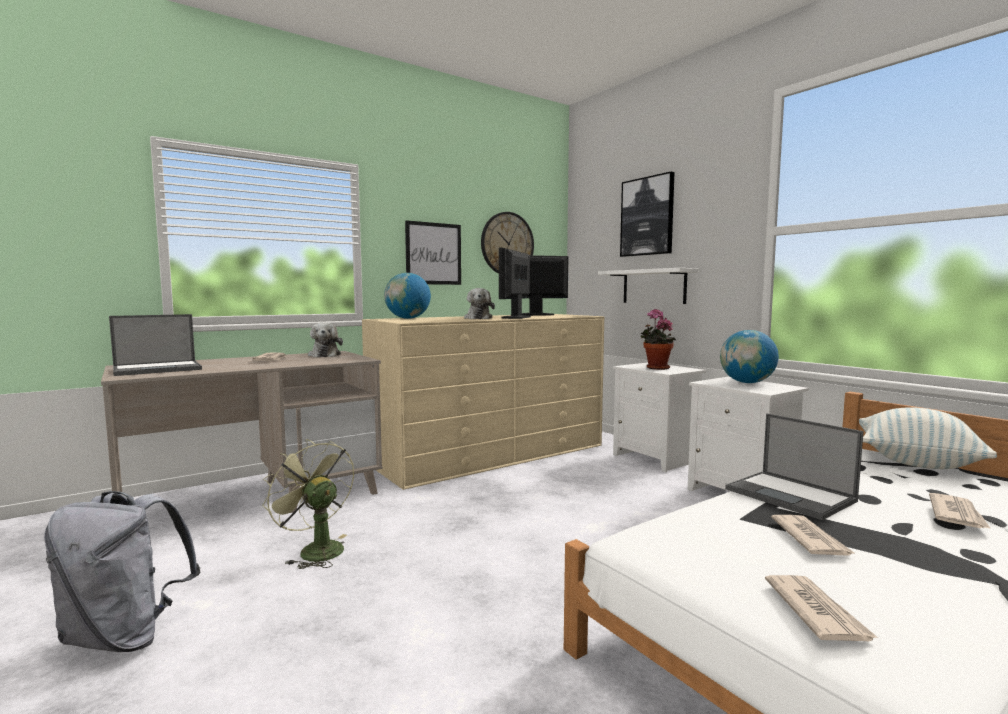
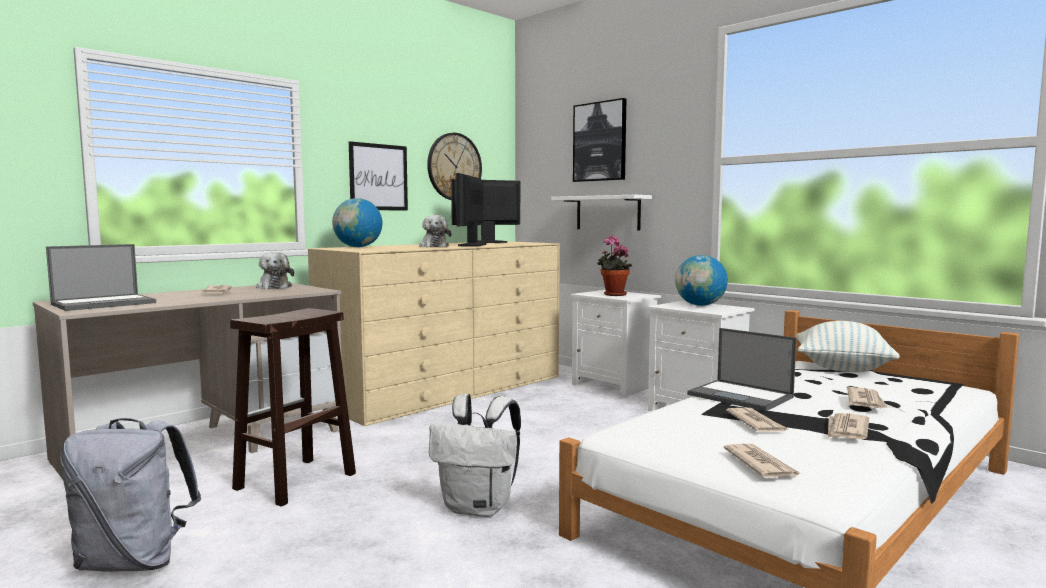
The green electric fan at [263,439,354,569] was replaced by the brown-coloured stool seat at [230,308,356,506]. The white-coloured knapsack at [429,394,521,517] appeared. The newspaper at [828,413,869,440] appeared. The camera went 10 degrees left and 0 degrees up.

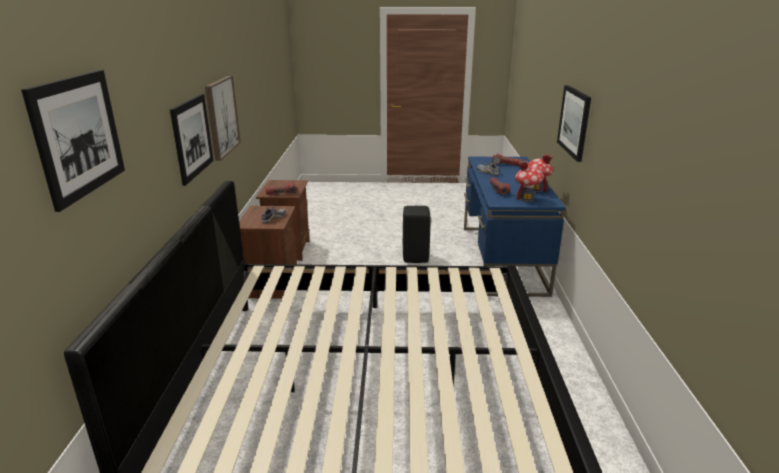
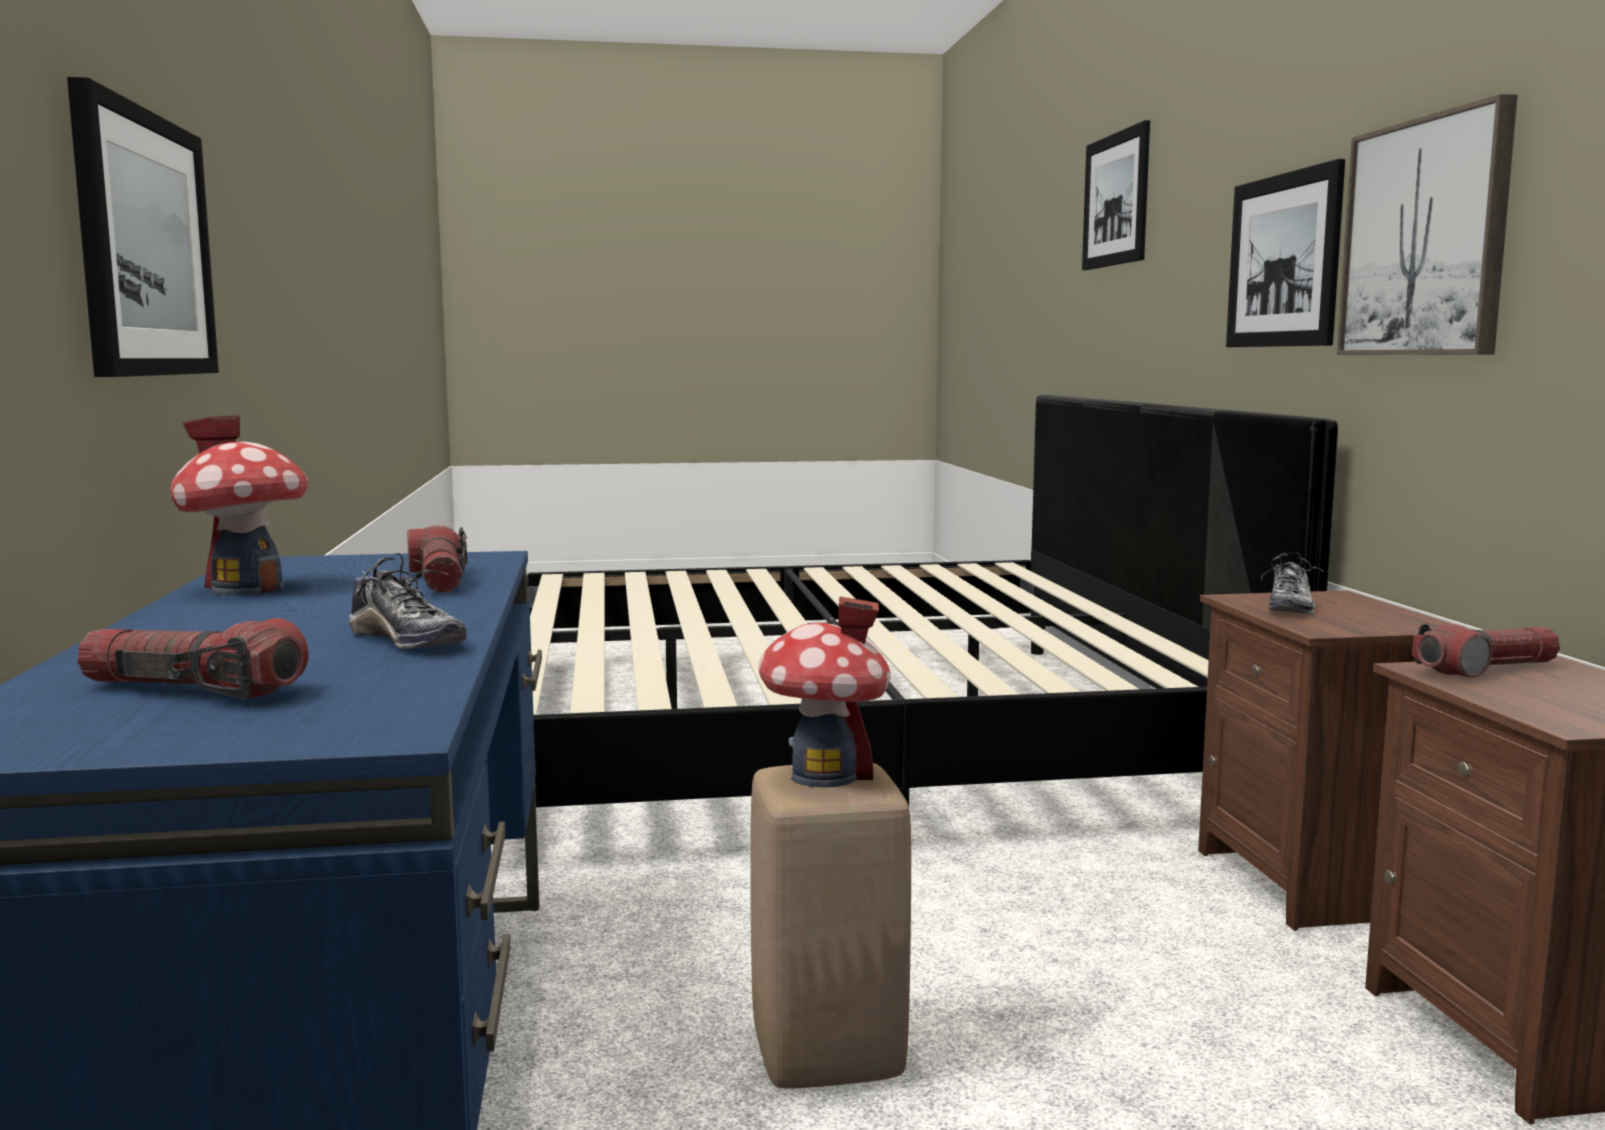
The toy house moved from [515,161,544,202] to [758,596,891,787]. The blackish stool seat at [403,206,430,263] became the sand-coloured stool seat at [750,763,911,1089]. The camera went 170 degrees right and 15 degrees down.

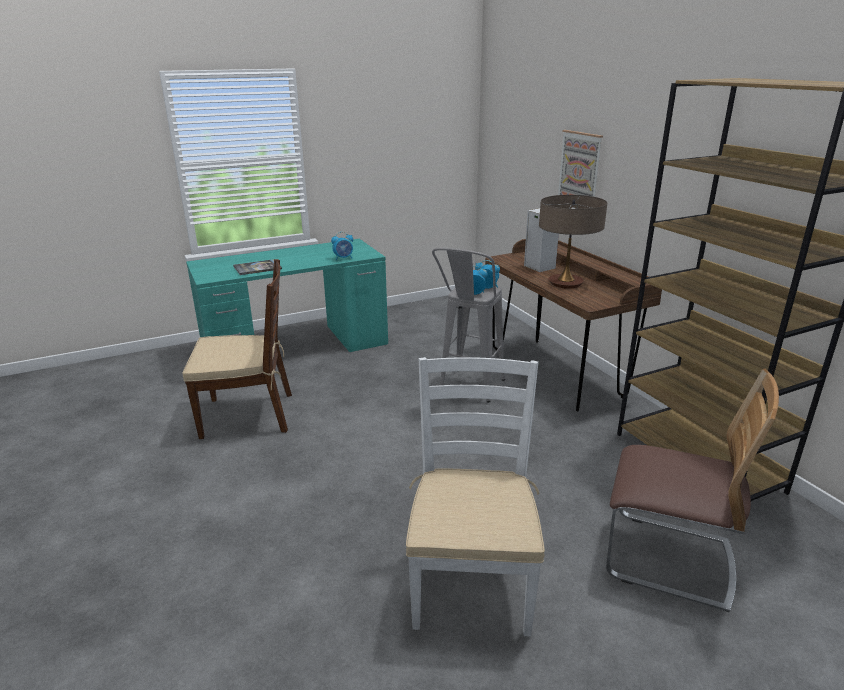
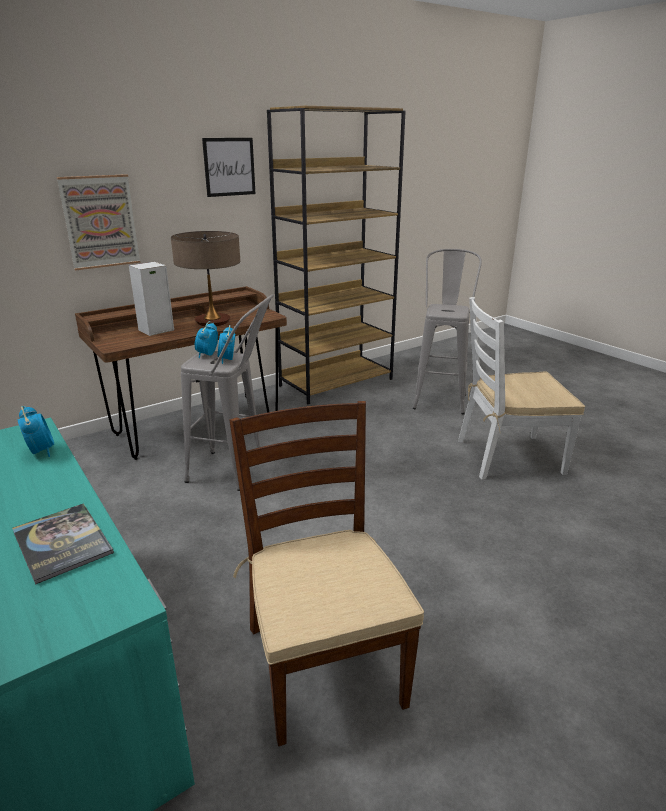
The upright chair at [606,368,779,612] was replaced by the grey stool seat at [413,249,482,414]. The wall picture at [202,138,255,197] appeared. The camera went 100 degrees left and 0 degrees up.

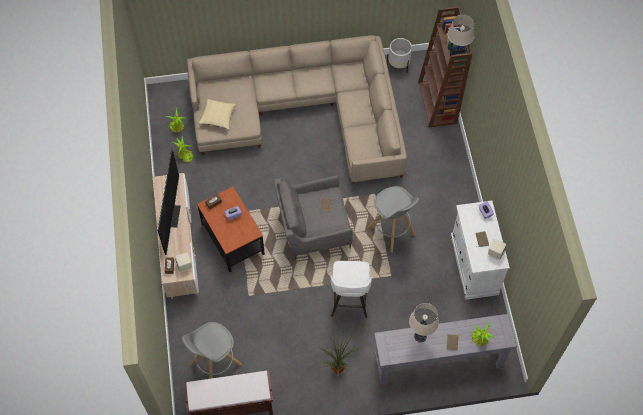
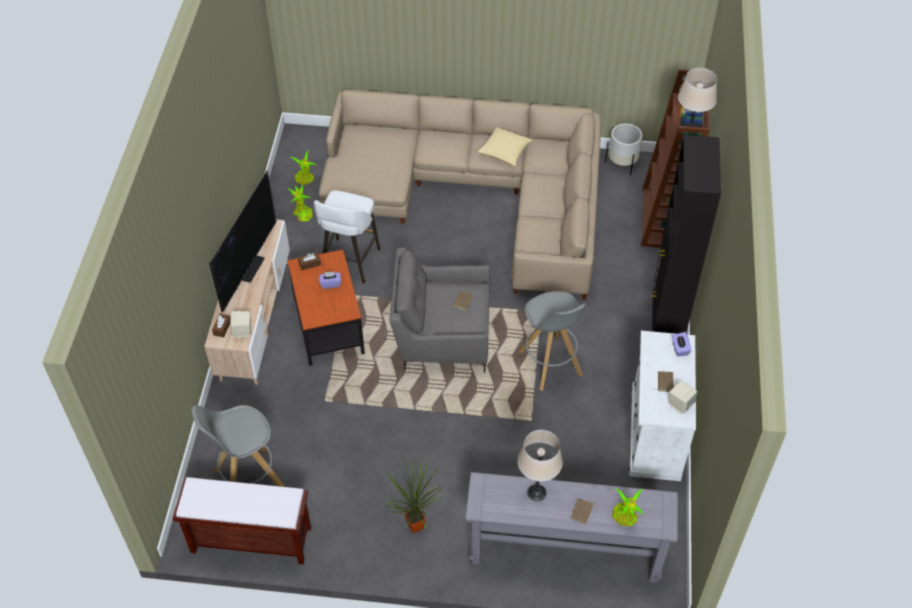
The pillow moved from [199,99,237,129] to [477,128,533,166]. The white-coloured stool seat moved from [330,261,372,318] to [314,190,380,283]. The blackish cupboard at [652,135,721,334] appeared. The camera went 15 degrees right and 10 degrees down.

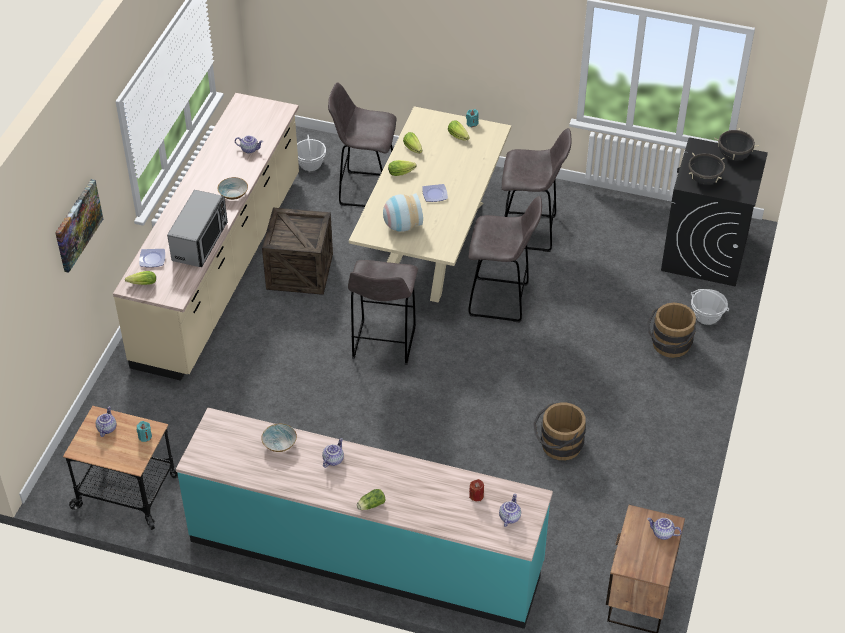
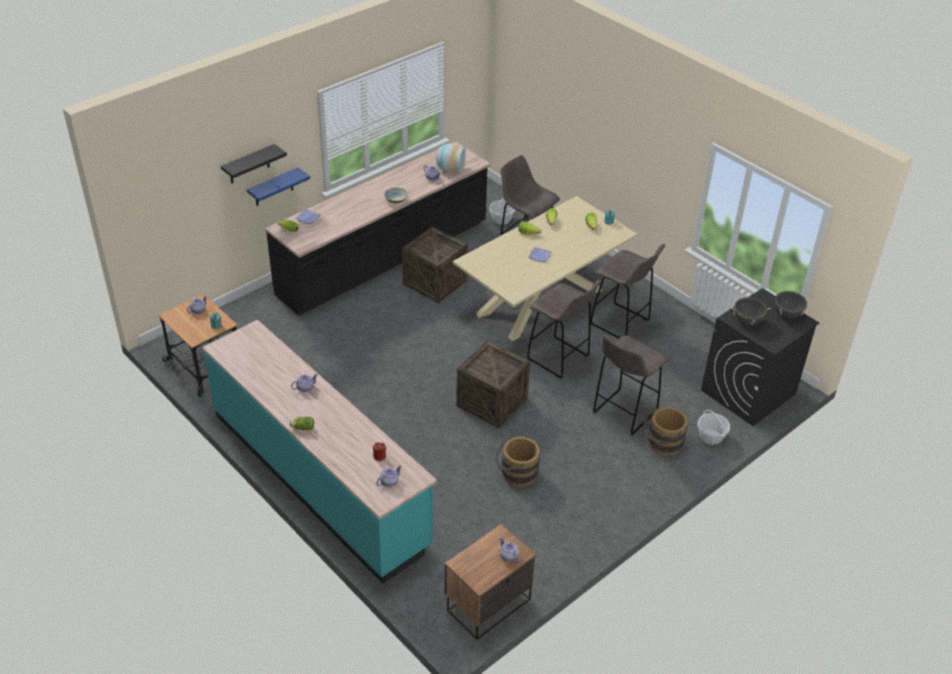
The sand-coloured kitchen base unit at [113,93,299,381] became the blackish kitchen base unit at [265,142,490,316]. The wall picture at [55,179,103,273] was replaced by the blackish bracket shelf at [221,144,287,183]. The kitchen microwave at [167,190,228,267] disappeared. The flower vase moved from [383,193,423,232] to [436,144,466,172]. The grey stool seat moved from [348,260,418,365] to [593,335,669,436]. The serving bowl at [261,424,297,452] disappeared. The blue-coloured bracket shelf at [247,168,310,206] appeared. The shipping crate at [456,340,530,428] appeared. The camera went 30 degrees right and 5 degrees down.

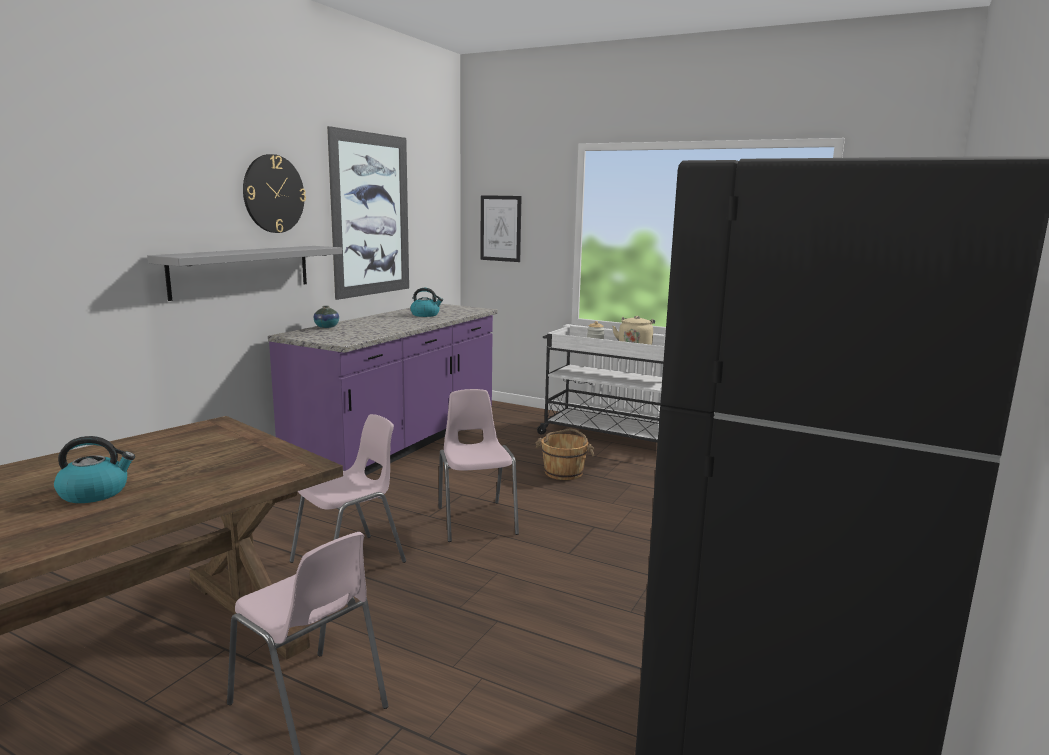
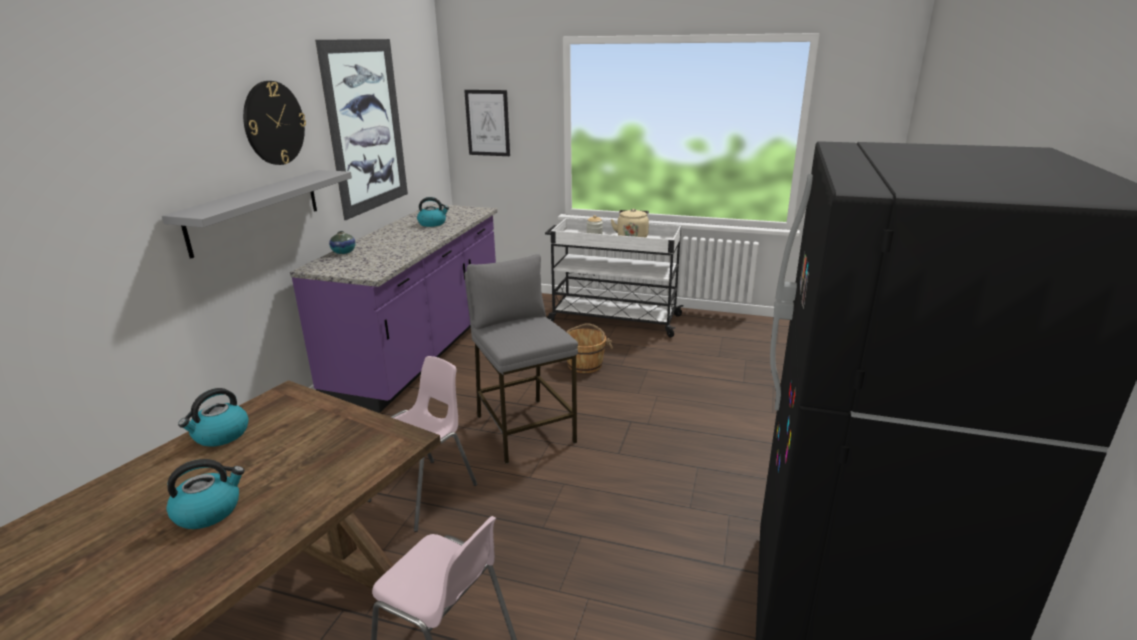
The pinkish upright chair at [438,389,519,542] was replaced by the grey stool seat at [465,254,578,464]. The tea kettle at [178,388,249,447] appeared. The camera went 10 degrees left and 10 degrees up.

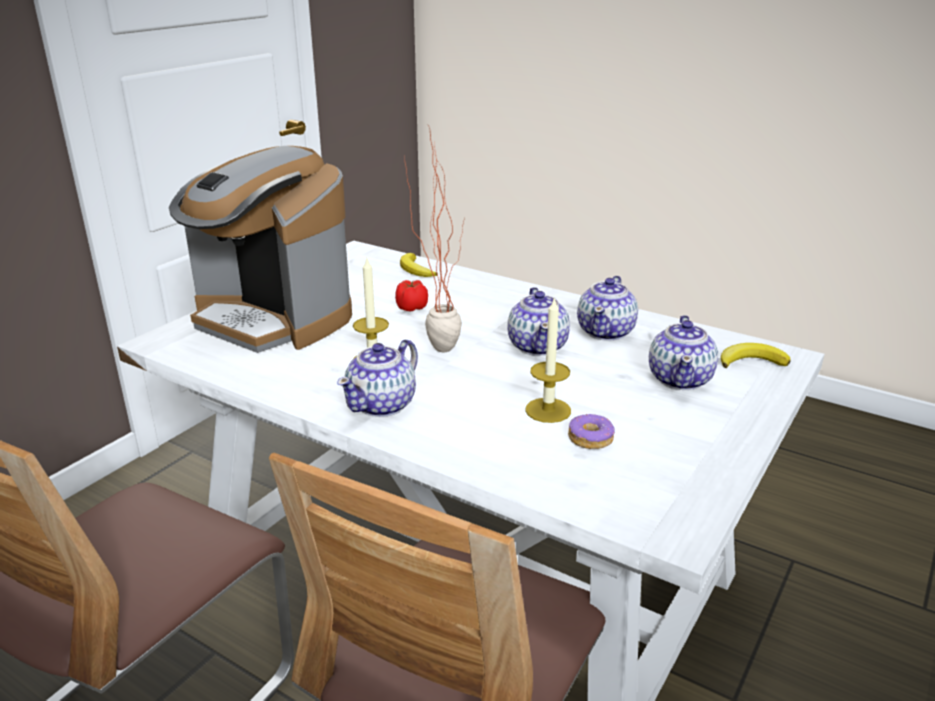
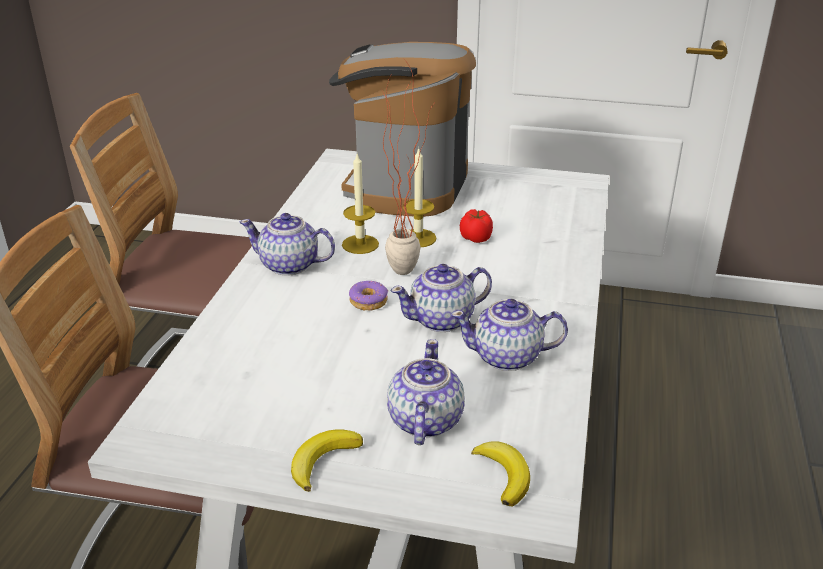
The banana moved from [400,253,438,277] to [291,429,363,492]. The candle moved from [525,297,571,423] to [402,148,437,247]. The teapot at [649,315,718,390] turned 105 degrees clockwise. The doughnut moved from [568,414,615,449] to [349,281,388,310]. The camera went 70 degrees right and 5 degrees up.

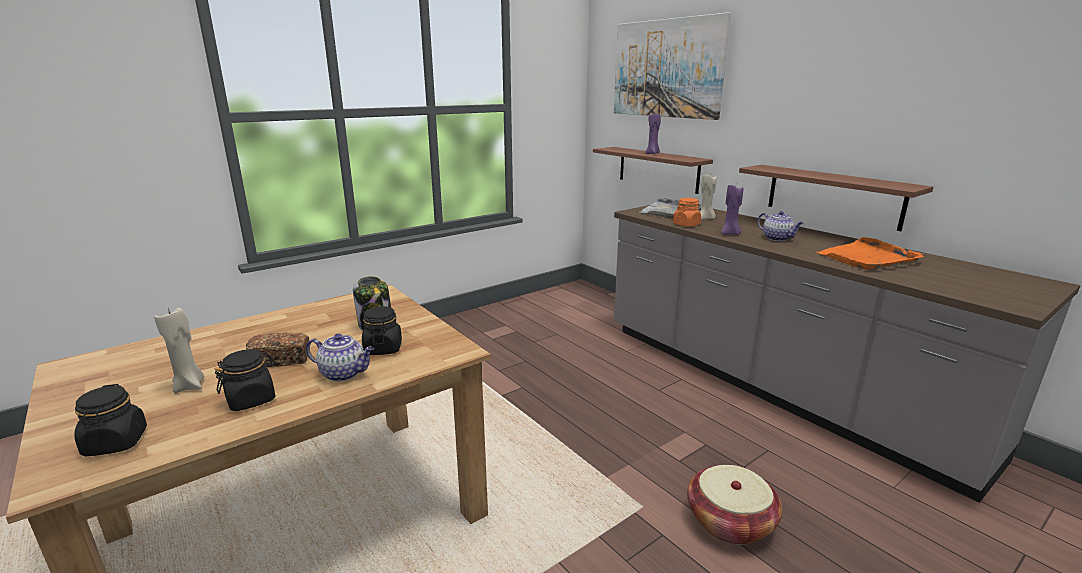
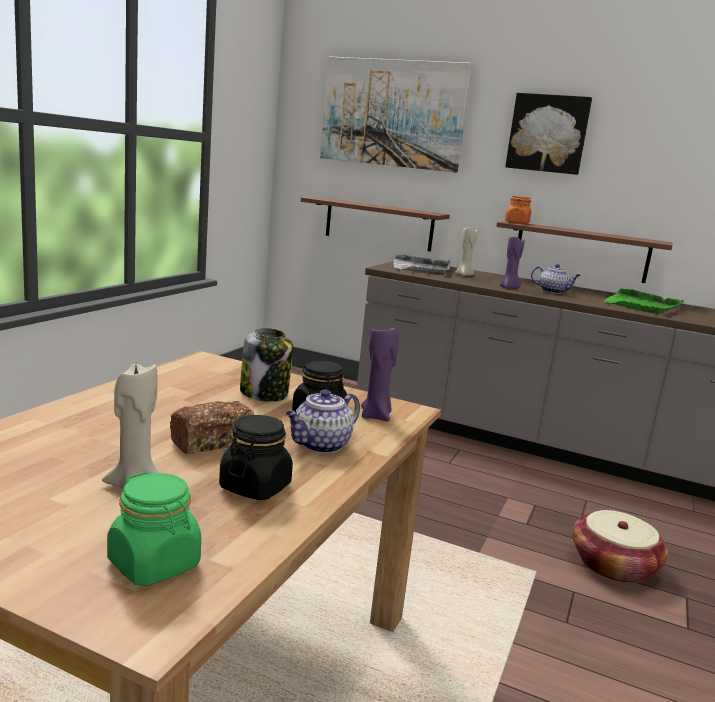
The purple candle moved from [645,114,661,154] to [361,327,399,422]. The orange-coloured preserve jar moved from [673,198,701,227] to [505,195,531,224]. The orange-coloured carrying tray at [817,237,924,270] became the green carrying tray at [604,289,685,314]. The teapot at [306,333,374,382] turned 150 degrees clockwise. The blackish preserve jar at [74,384,147,457] became the green preserve jar at [107,472,201,586]. The wall picture at [505,93,592,175] appeared. The camera went 30 degrees left and 5 degrees down.

